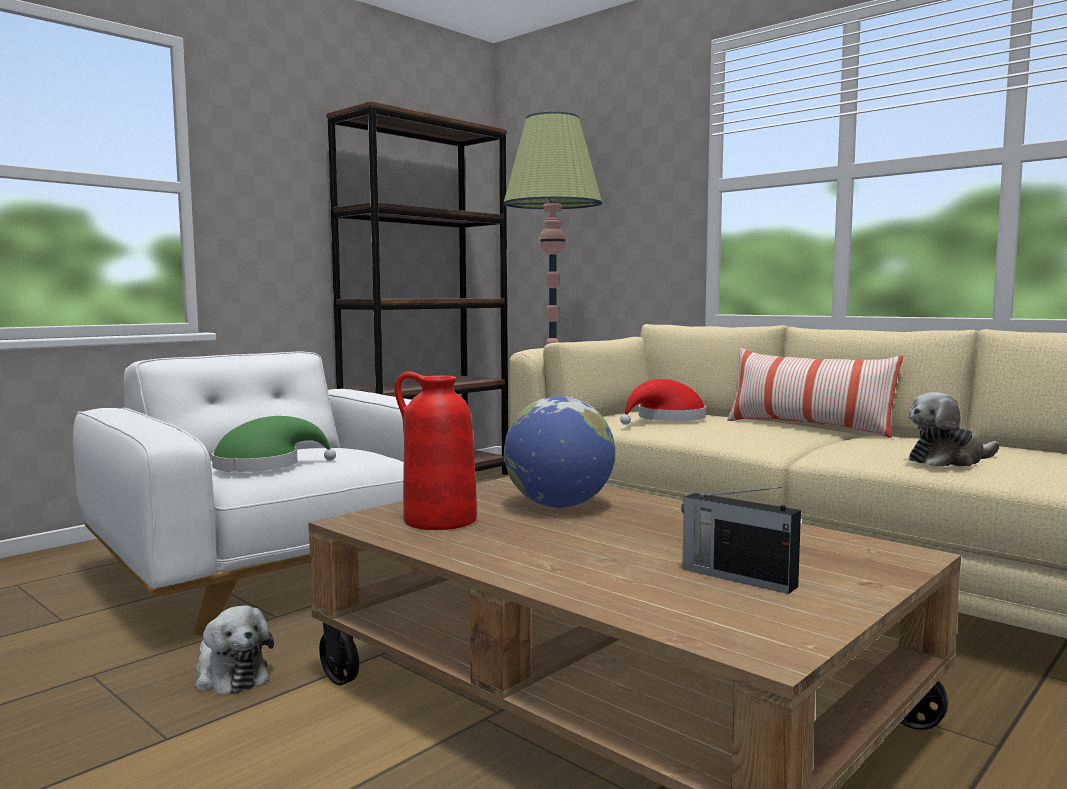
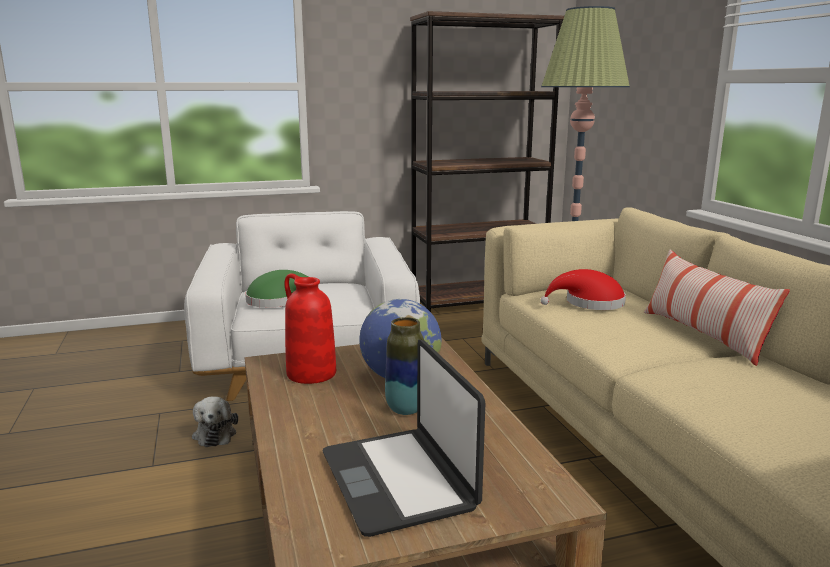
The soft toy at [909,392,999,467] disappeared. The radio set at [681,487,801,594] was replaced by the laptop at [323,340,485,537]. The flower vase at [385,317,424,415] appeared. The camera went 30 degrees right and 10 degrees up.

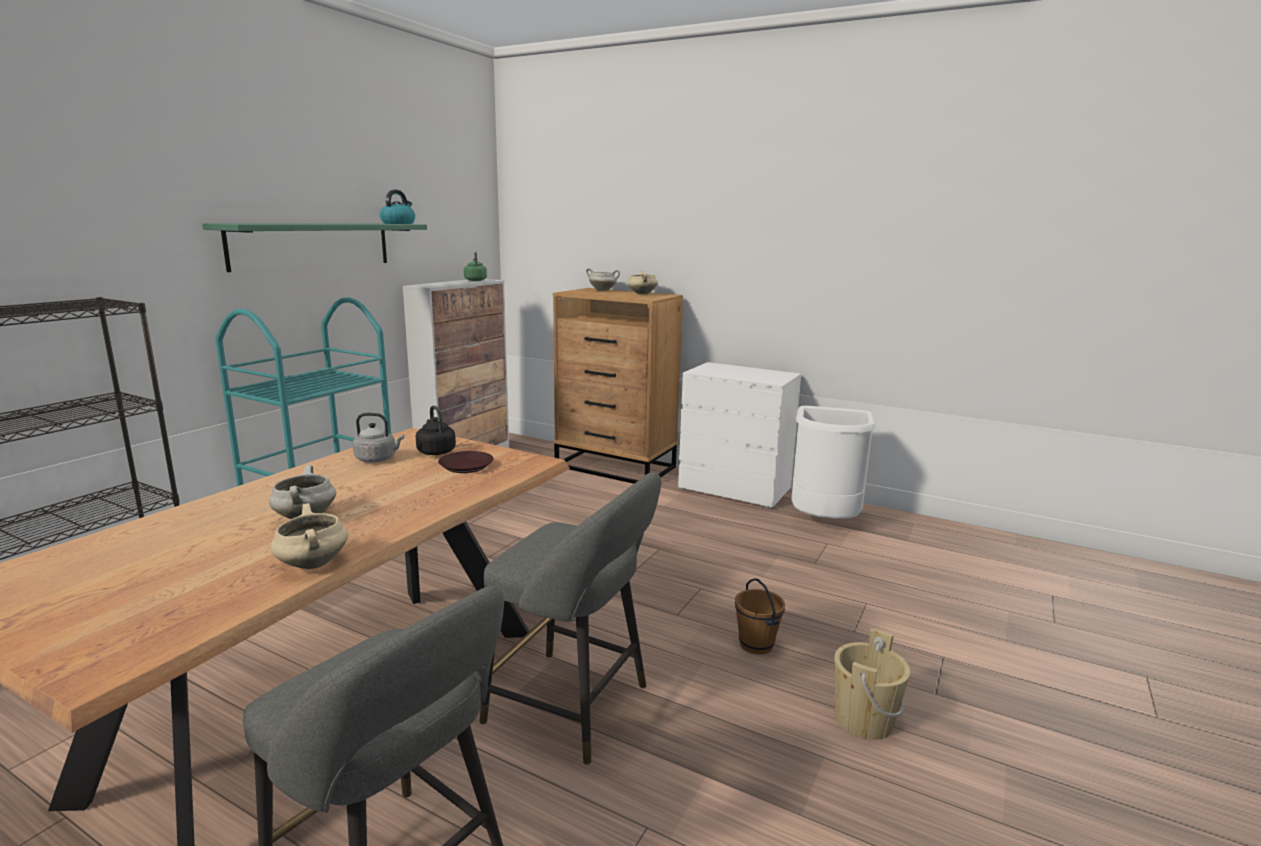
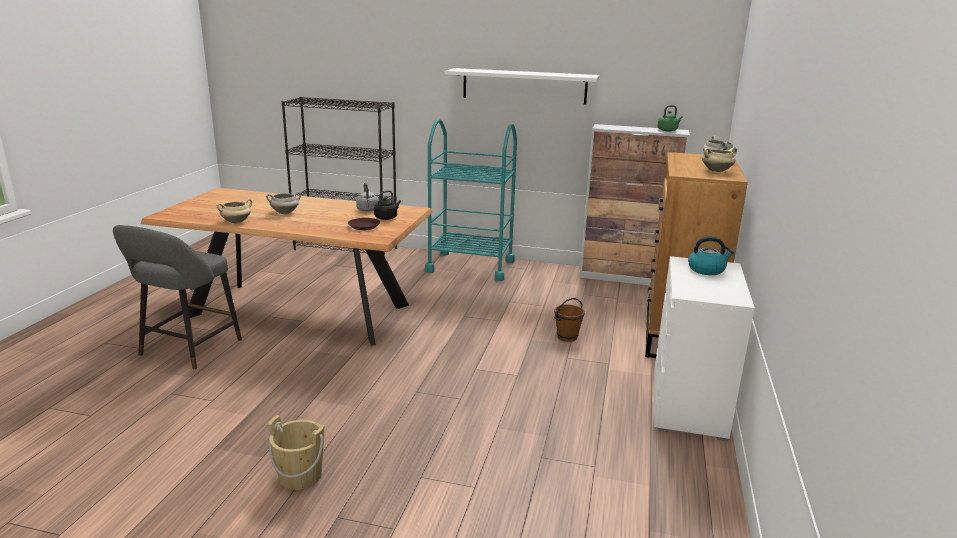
The tea kettle moved from [380,190,415,224] to [688,236,734,275]. The green bracket shelf at [202,223,427,272] became the white-coloured bracket shelf at [444,68,600,105]. The white-coloured waste bin at [791,406,876,519] disappeared. The grey stool seat at [480,472,661,765] disappeared. The brown-coloured pail moved from [735,578,785,655] to [554,298,585,342]. The camera went 75 degrees right and 5 degrees up.

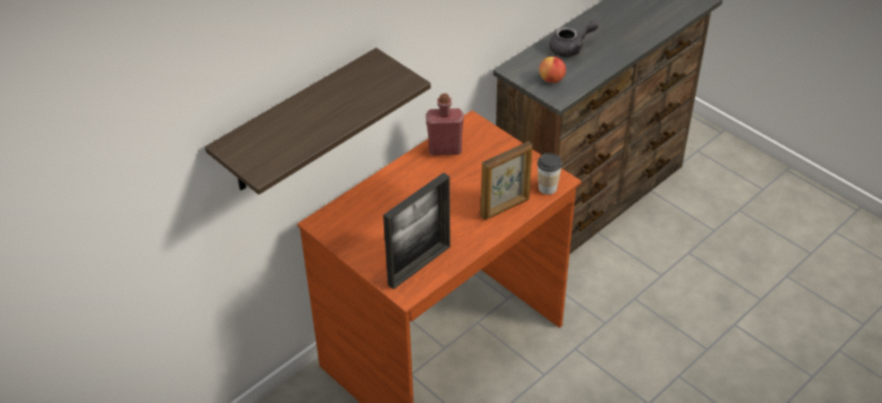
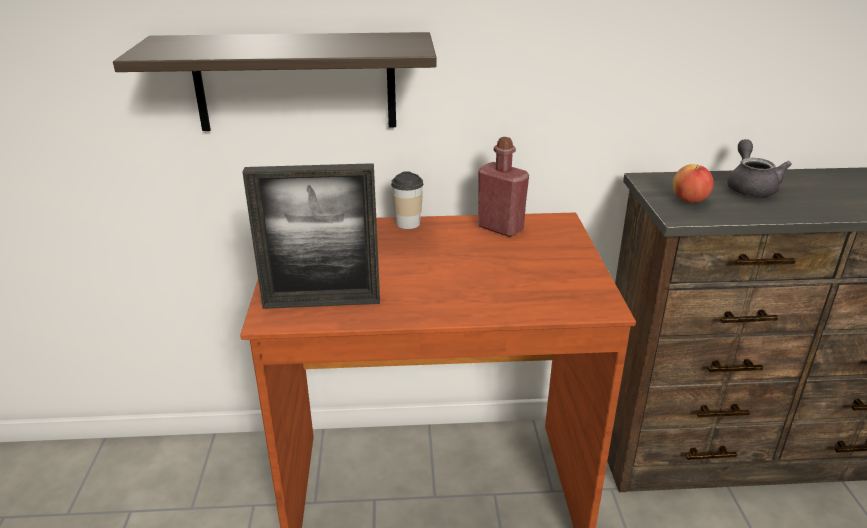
The grey teapot at [549,20,598,57] turned 105 degrees counterclockwise. The picture frame at [481,141,533,220] disappeared. The small cup moved from [537,153,562,195] to [391,171,423,229]. The camera went 40 degrees right and 15 degrees down.

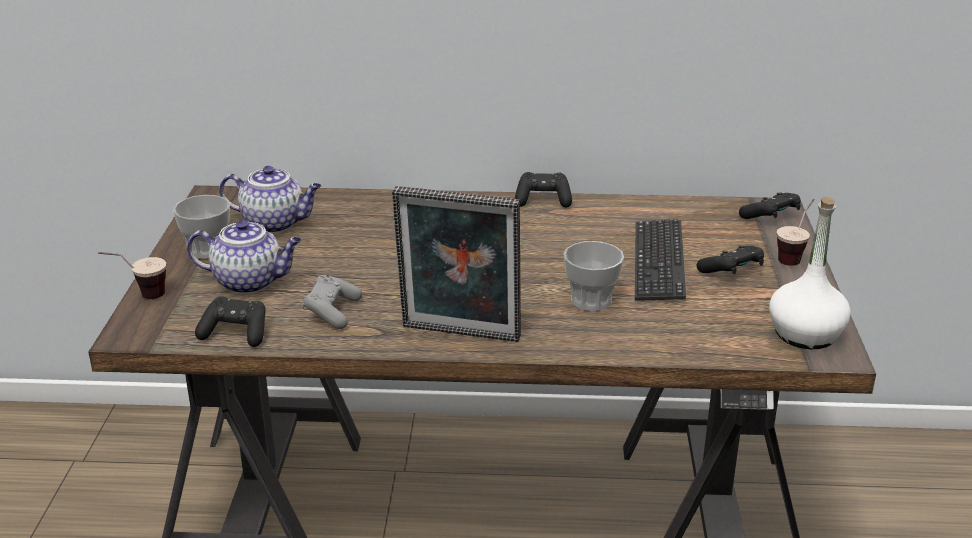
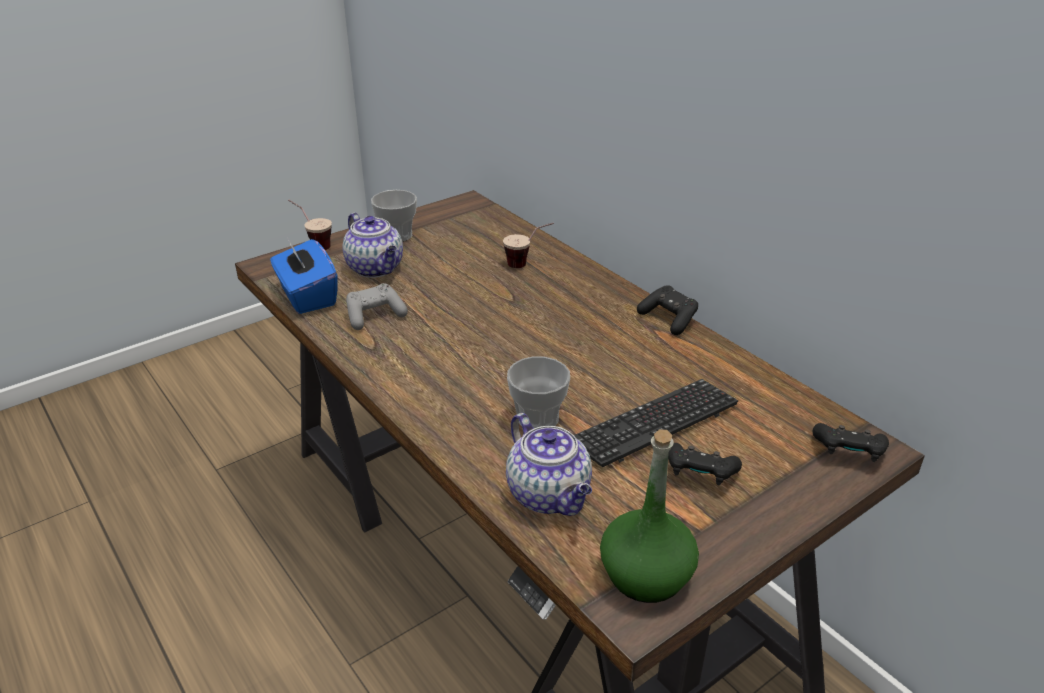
The teapot moved from [219,166,322,233] to [506,413,592,516]. The picture frame at [392,186,521,342] disappeared. The white-coloured bottle at [769,197,851,349] became the green bottle at [600,429,699,603]. The small cup moved from [777,198,815,266] to [503,223,554,268]. The blackish game controller at [195,296,266,347] was replaced by the blue-coloured tissue box at [270,237,337,314]. The camera went 50 degrees right and 5 degrees up.

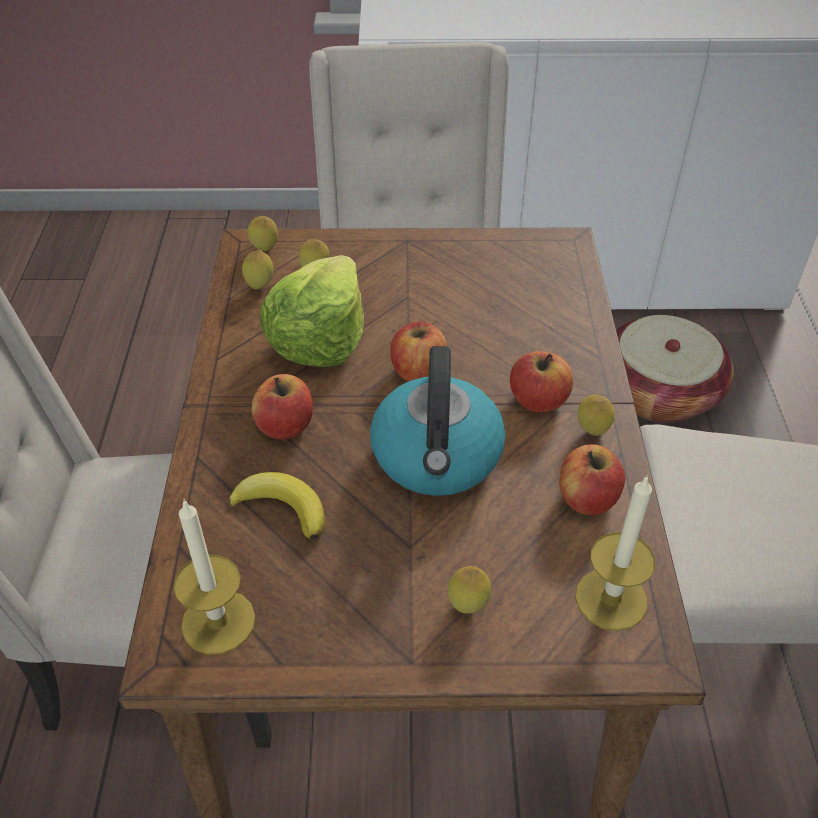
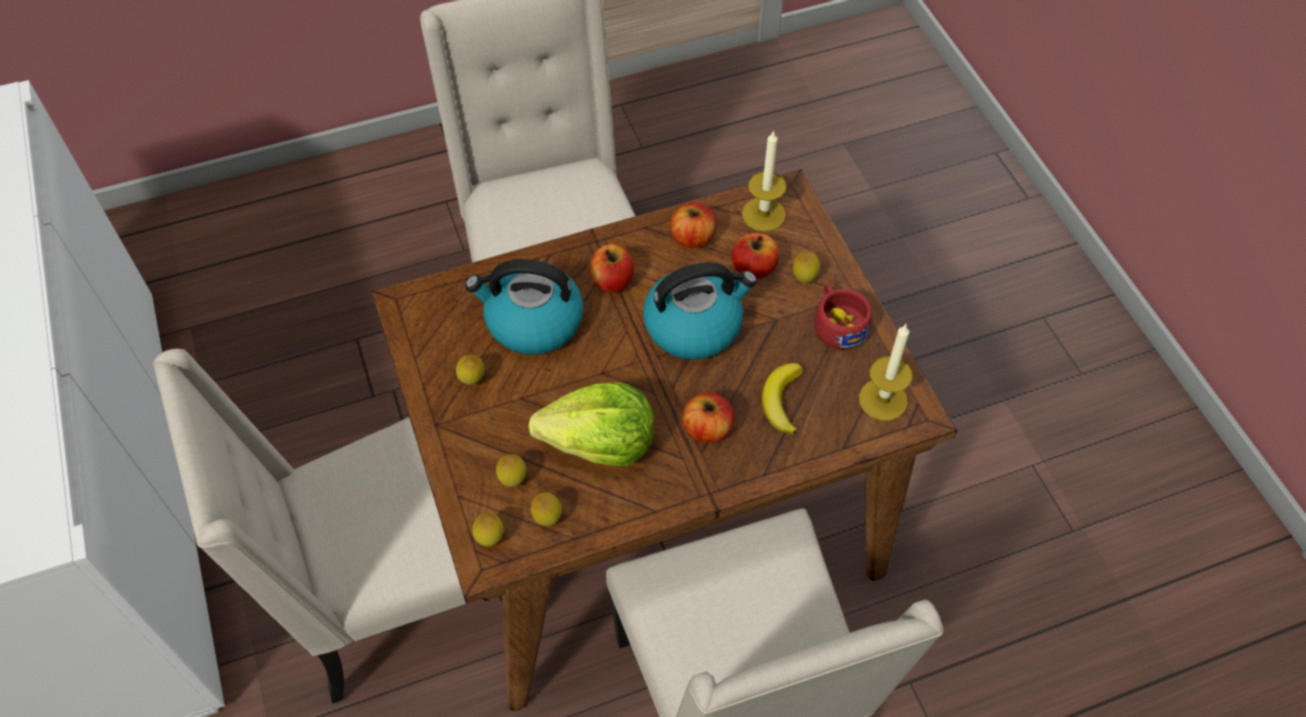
The storage basket at [616,315,734,423] disappeared. The apple fruit moved from [390,321,447,381] to [732,233,779,279]. The lemon moved from [578,395,615,436] to [456,355,484,385]. The tea kettle at [465,259,583,355] appeared. The red small cup at [814,285,872,350] appeared. The camera went 110 degrees left and 10 degrees up.

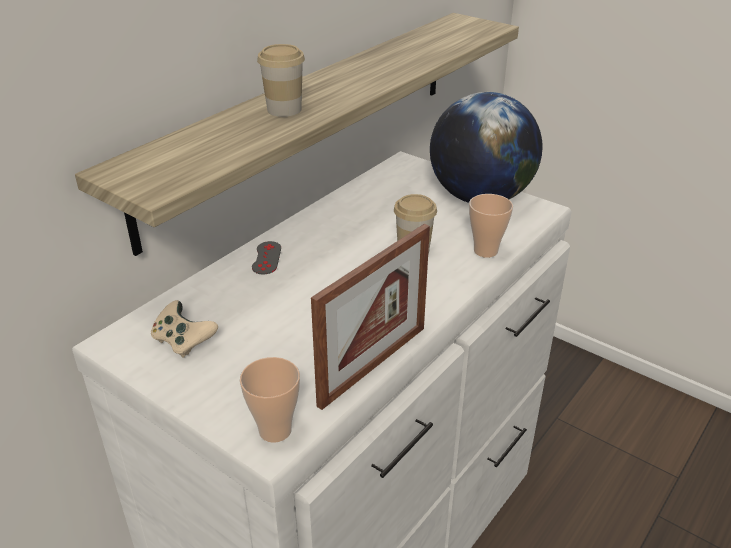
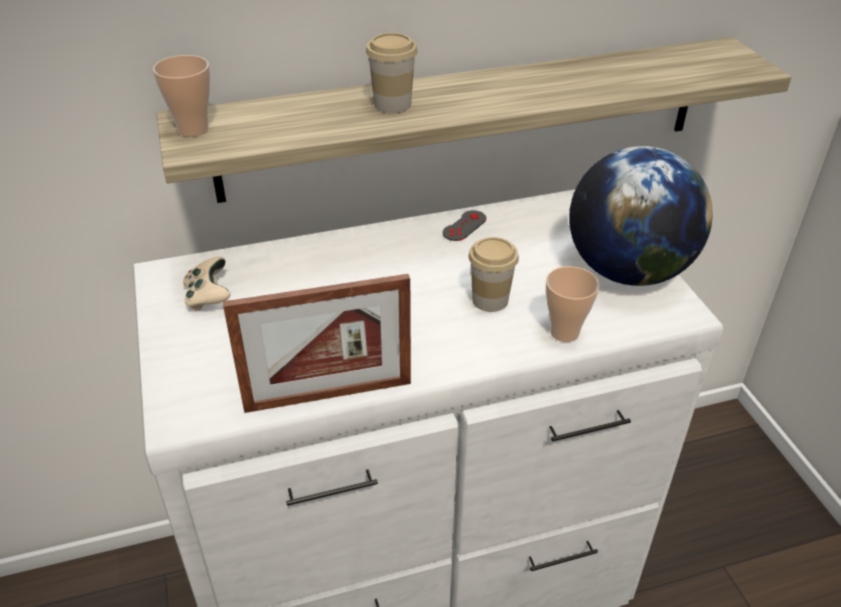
The grey game controller moved from [252,241,281,275] to [443,210,486,241]. The small cup moved from [240,357,300,443] to [153,55,210,137]. The camera went 35 degrees right and 5 degrees up.

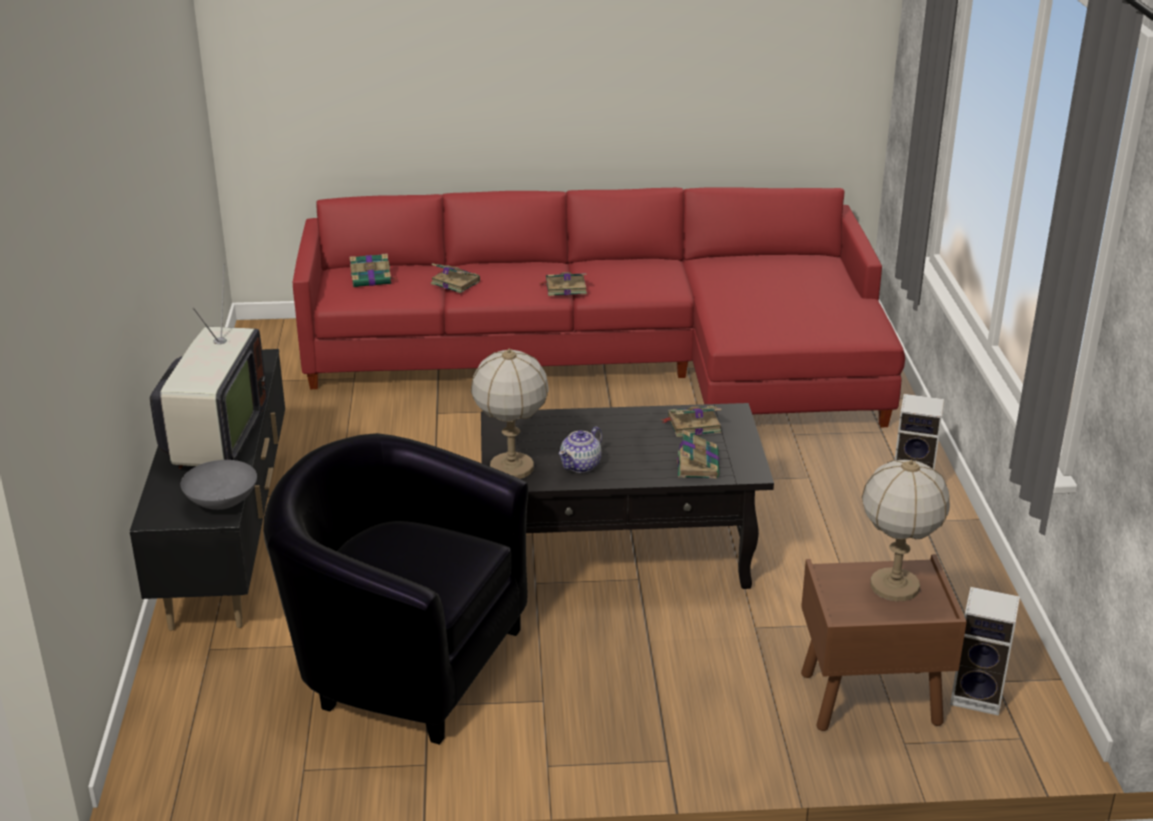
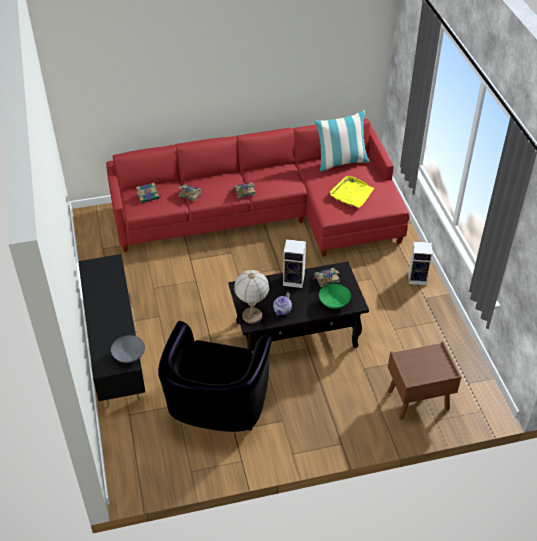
The TV set at [150,263,267,469] disappeared. The volume at [677,430,720,479] was replaced by the green serving bowl at [319,284,351,309]. The blackish easy chair at [263,433,528,745] turned 90 degrees counterclockwise. The lamp for a table at [861,460,950,601] disappeared. The loudspeaker moved from [950,587,1020,716] to [283,239,306,288]. The pillow at [314,110,370,171] appeared. The yellowish carrying tray at [330,176,374,208] appeared. The camera went 10 degrees left and 15 degrees up.

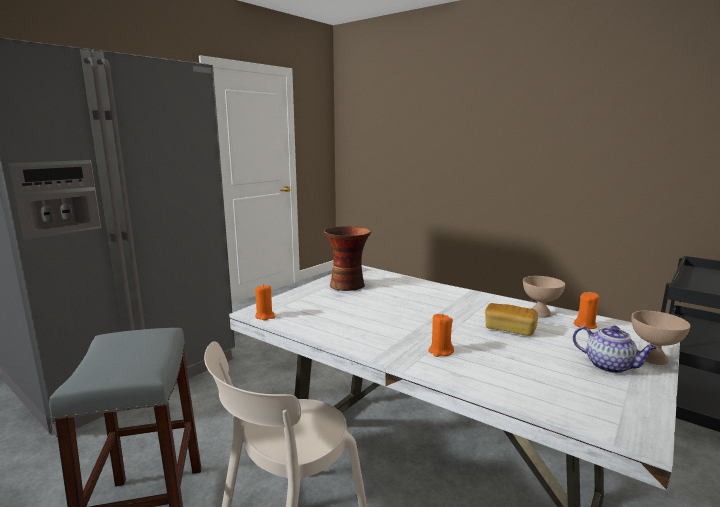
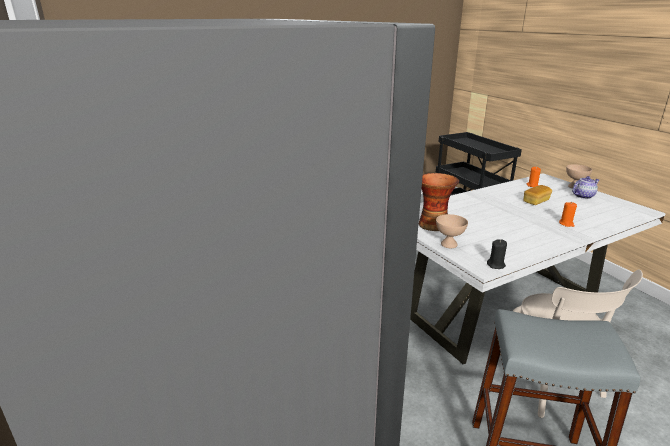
The sand-coloured serving bowl moved from [523,276,565,318] to [436,214,468,248]. The orange-coloured candle at [255,284,275,320] became the blackish candle at [487,239,507,269]. The camera went 65 degrees left and 10 degrees up.

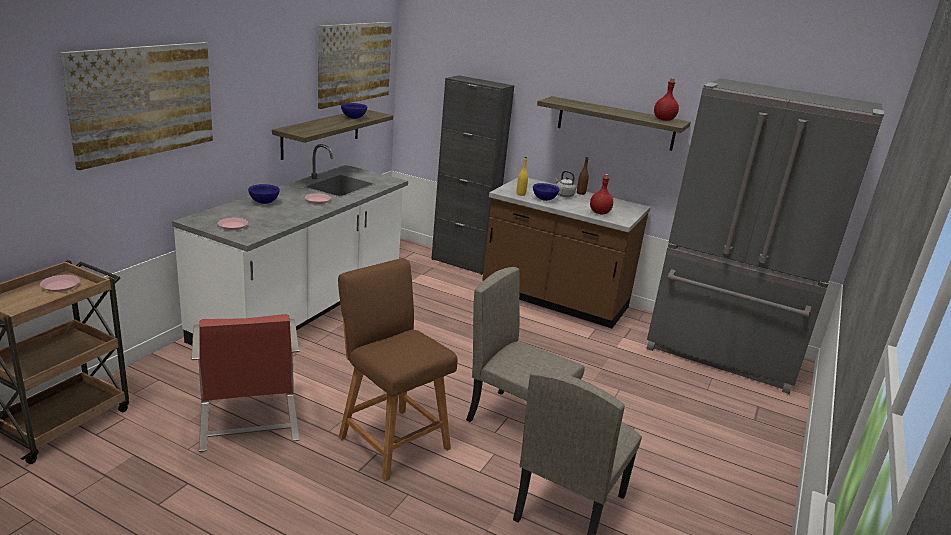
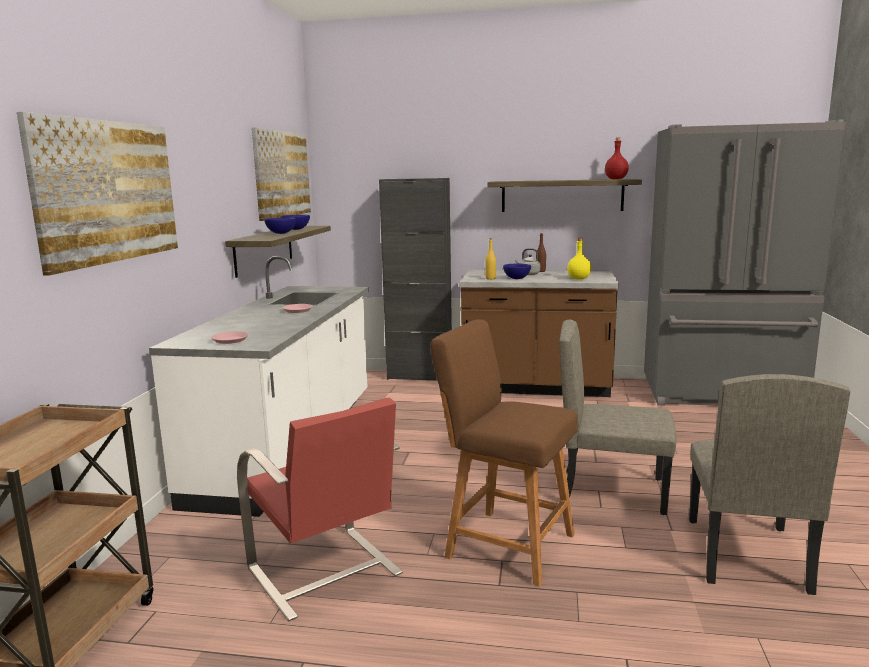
The red bottle at [590,174,613,214] became the yellowish bottle at [567,238,591,280]. The blue-coloured serving bowl moved from [248,184,280,204] to [264,217,296,234]. The pinkish dinner plate at [40,275,80,292] disappeared. The camera went 15 degrees left and 10 degrees down.

